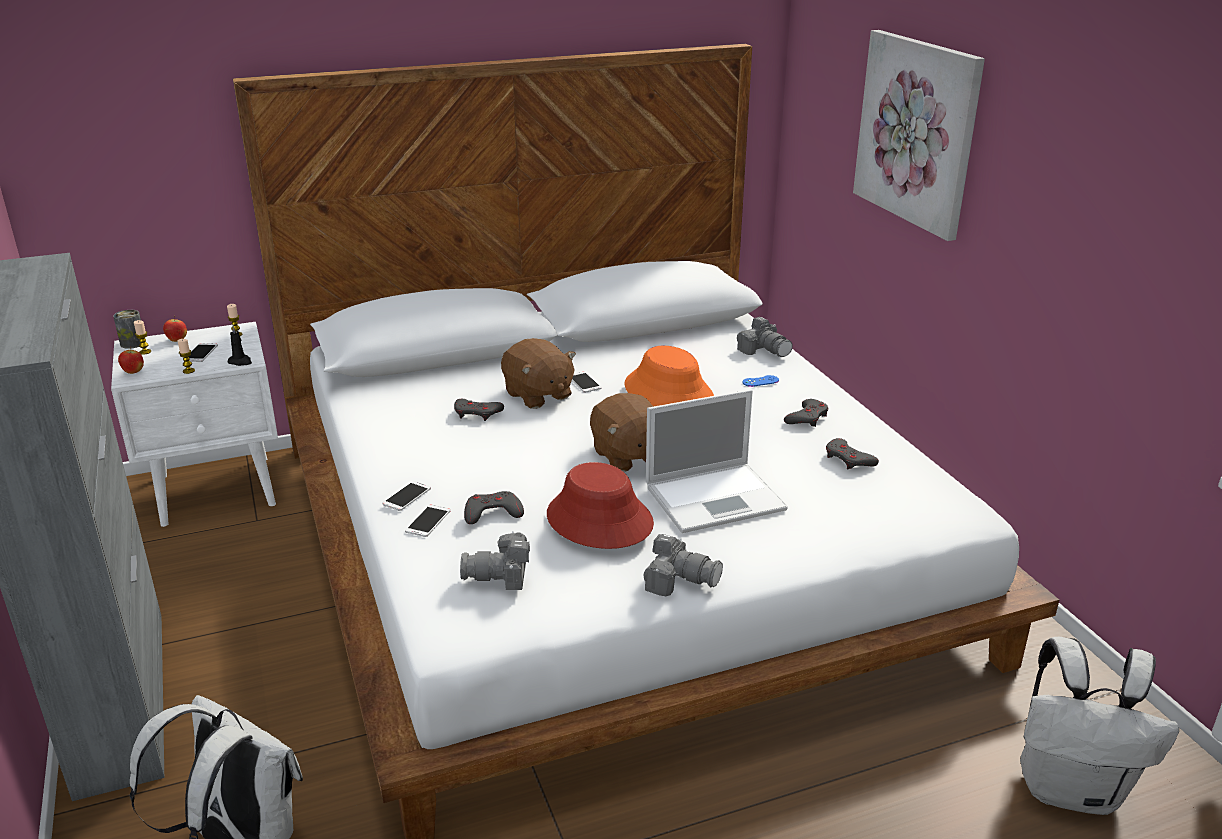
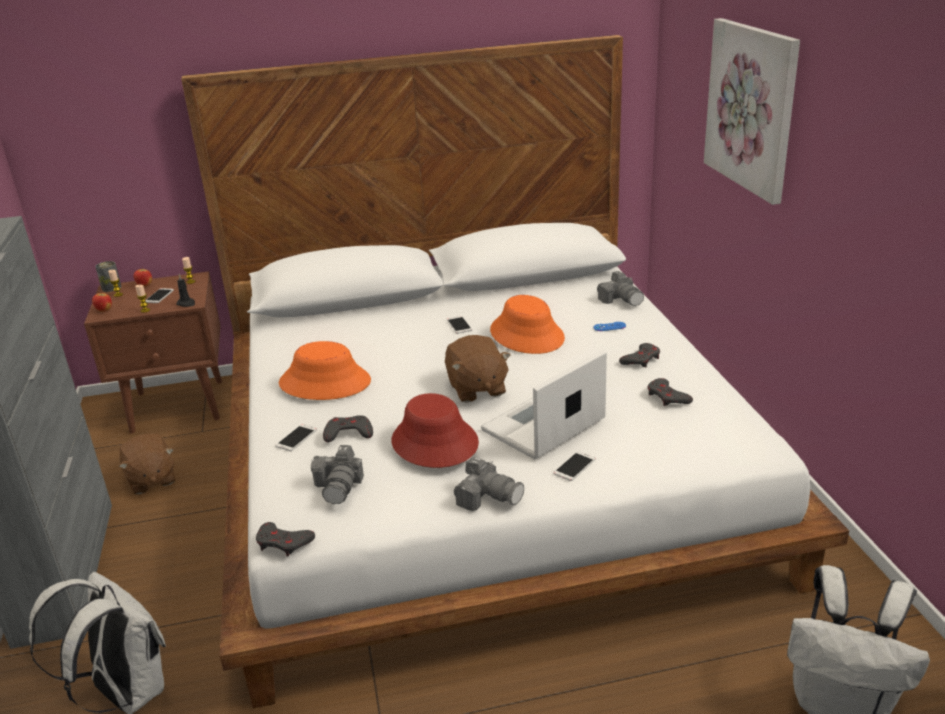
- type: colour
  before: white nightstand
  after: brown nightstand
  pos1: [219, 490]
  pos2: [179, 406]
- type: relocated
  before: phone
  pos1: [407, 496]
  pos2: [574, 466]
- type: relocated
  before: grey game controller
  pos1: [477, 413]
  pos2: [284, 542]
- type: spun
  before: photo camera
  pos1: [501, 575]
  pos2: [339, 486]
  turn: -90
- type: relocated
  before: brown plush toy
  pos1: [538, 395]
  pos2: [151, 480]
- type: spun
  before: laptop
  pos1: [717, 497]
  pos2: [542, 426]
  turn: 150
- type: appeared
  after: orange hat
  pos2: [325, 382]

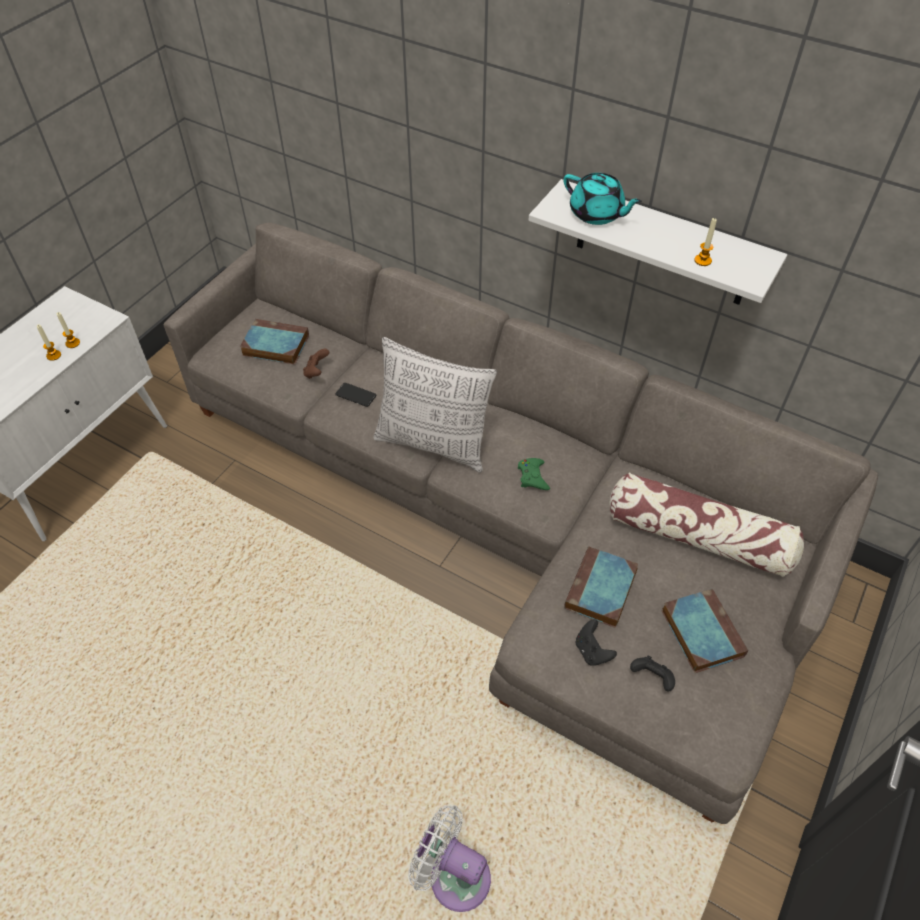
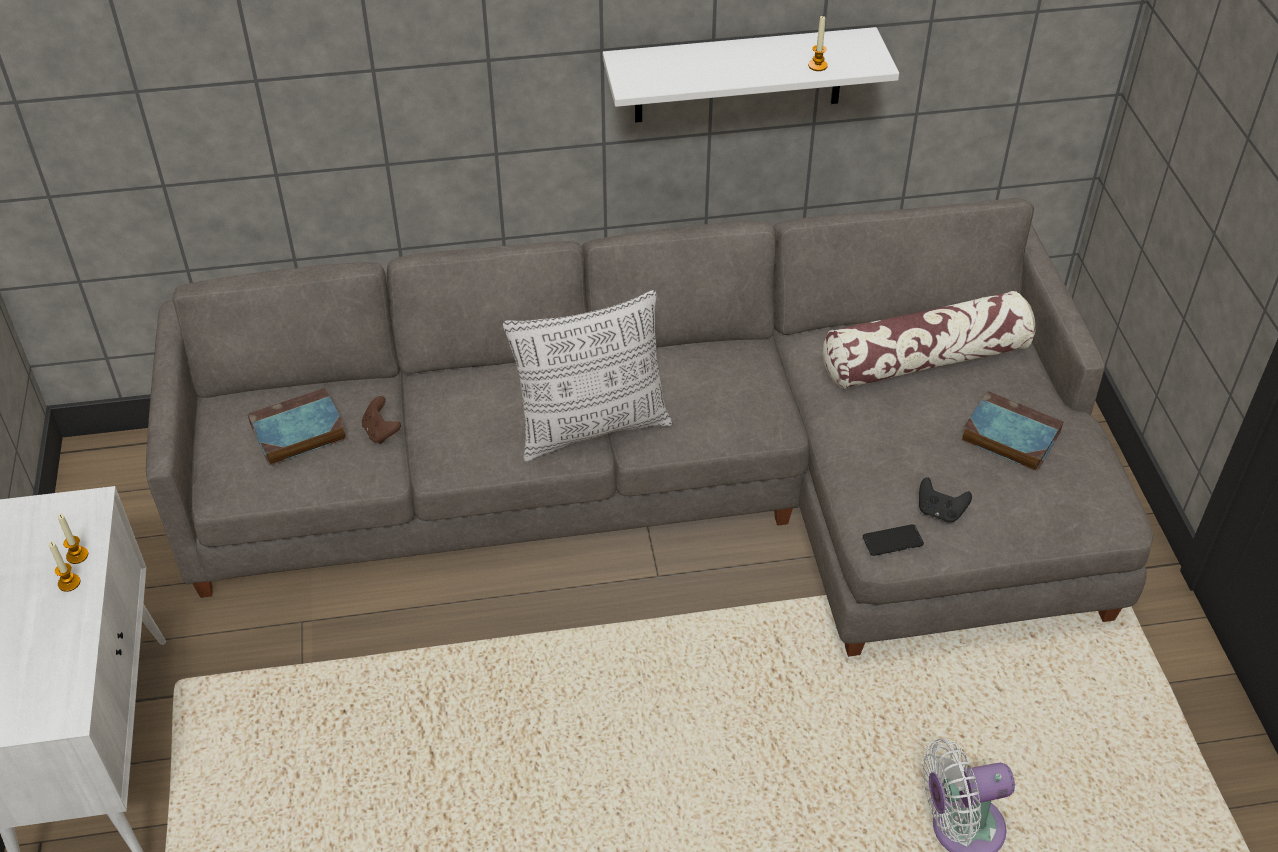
- type: relocated
  before: phone
  pos1: [356, 395]
  pos2: [892, 541]
- type: missing
  before: green game controller
  pos1: [532, 477]
- type: missing
  before: turquoise teapot
  pos1: [597, 214]
- type: missing
  before: book
  pos1: [600, 591]
- type: missing
  before: black game controller
  pos1: [652, 678]

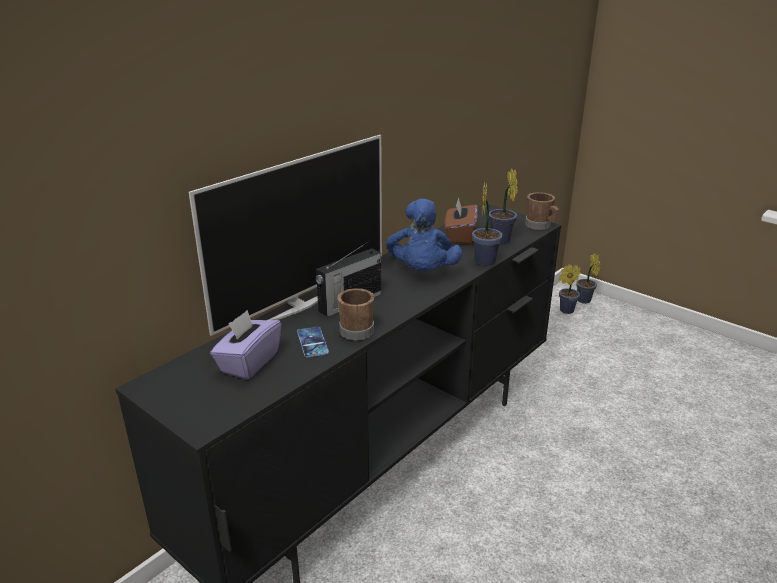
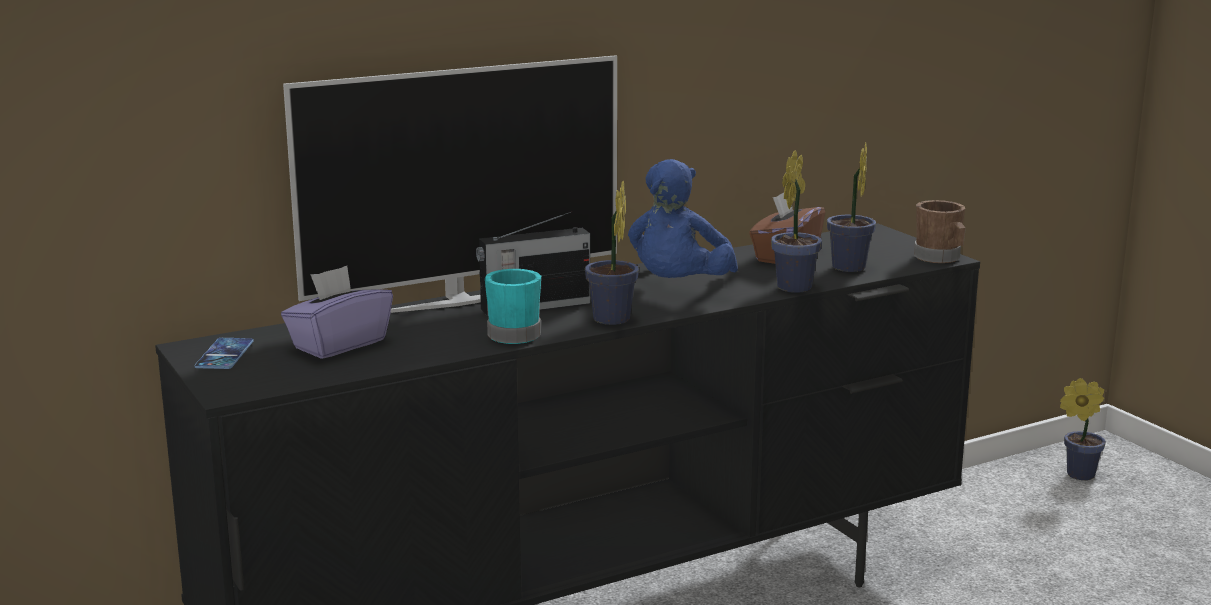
- type: relocated
  before: phone
  pos1: [312, 342]
  pos2: [224, 354]
- type: colour
  before: brown mug
  after: turquoise mug
  pos1: [354, 329]
  pos2: [513, 333]
- type: relocated
  before: potted plant
  pos1: [584, 301]
  pos2: [611, 321]

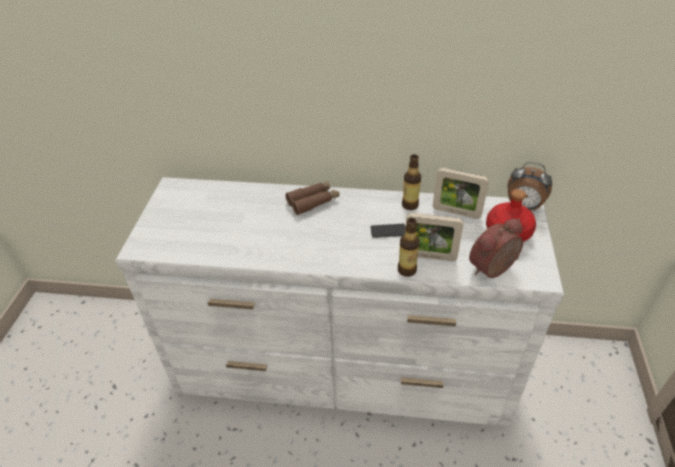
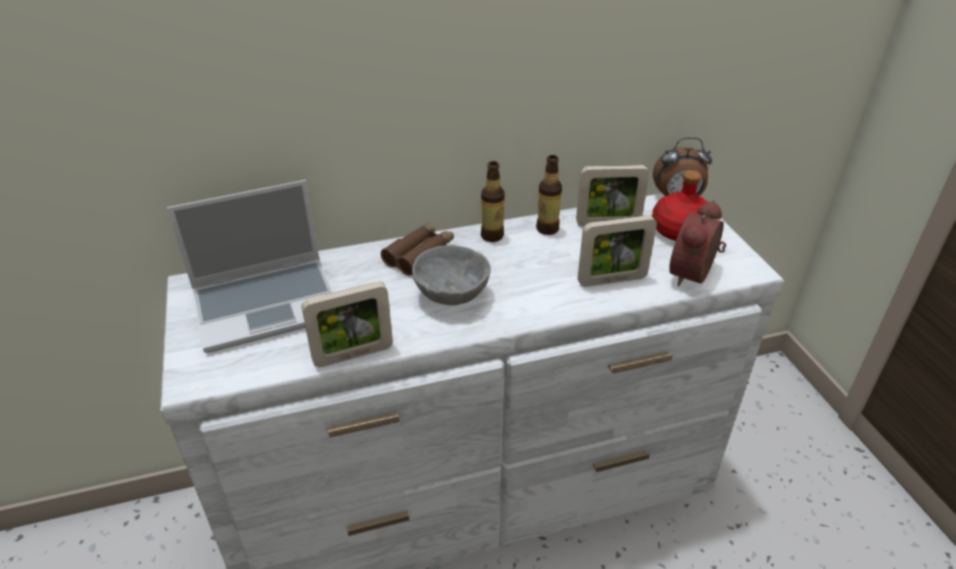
- type: missing
  before: phone
  pos1: [388, 231]
- type: relocated
  before: bottle
  pos1: [407, 270]
  pos2: [492, 236]
- type: appeared
  after: laptop
  pos2: [268, 304]
- type: appeared
  after: picture frame
  pos2: [353, 355]
- type: appeared
  after: grey bowl
  pos2: [453, 295]

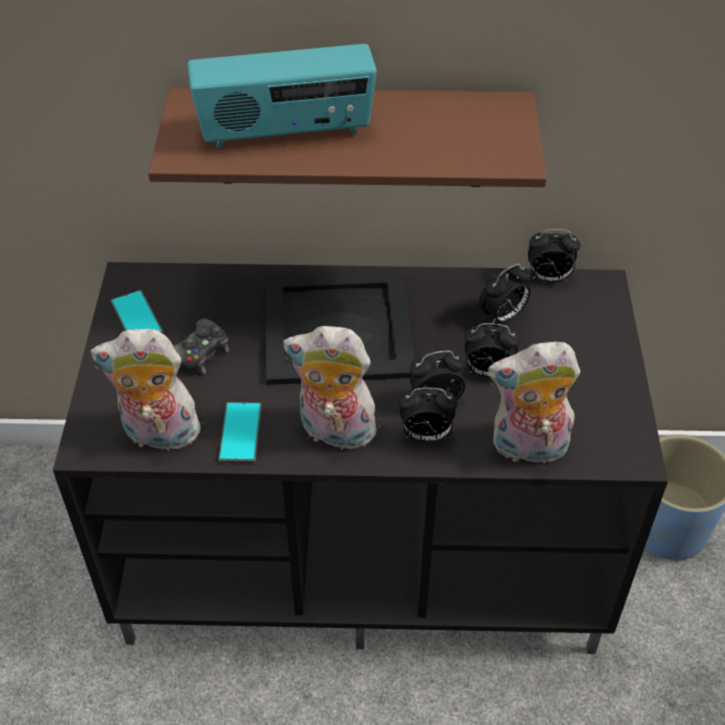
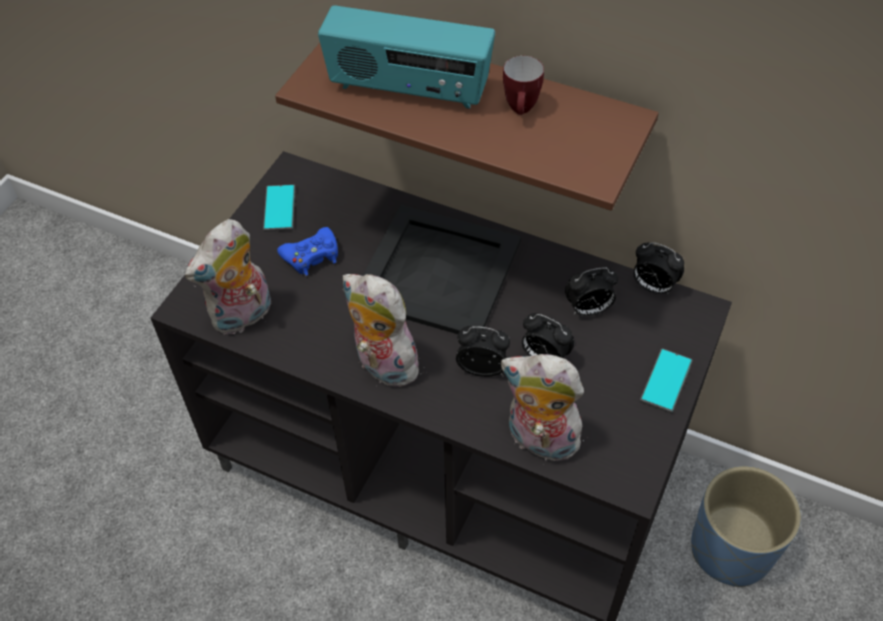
- type: spun
  before: plush toy
  pos1: [158, 435]
  pos2: [242, 317]
  turn: -75
- type: colour
  before: black game controller
  after: blue game controller
  pos1: [199, 353]
  pos2: [312, 256]
- type: relocated
  before: phone
  pos1: [240, 433]
  pos2: [666, 381]
- type: missing
  before: alarm clock
  pos1: [425, 436]
- type: appeared
  after: mug
  pos2: [521, 111]

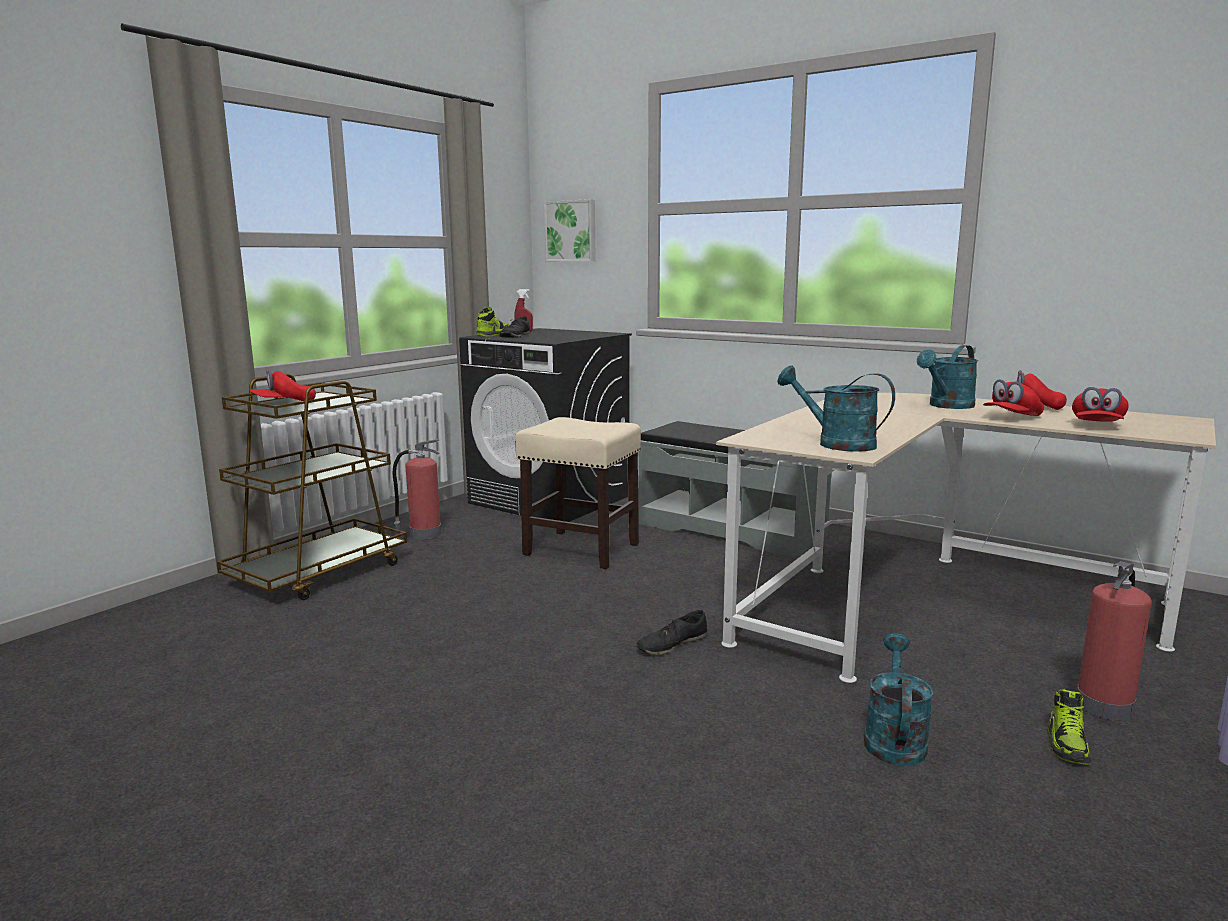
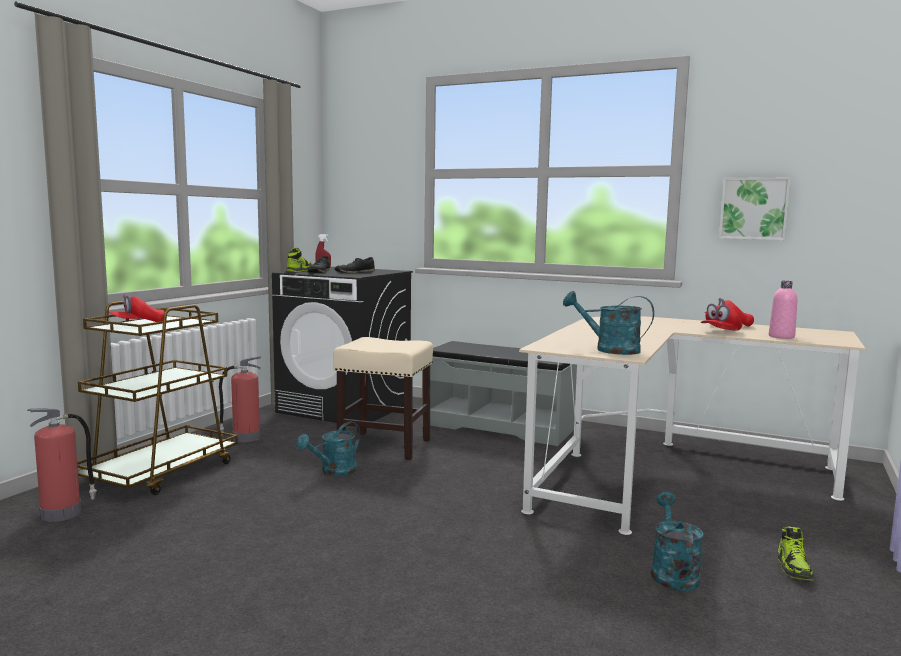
- type: relocated
  before: picture
  pos1: [571, 231]
  pos2: [754, 208]
- type: relocated
  before: black shoe
  pos1: [671, 644]
  pos2: [354, 272]
- type: relocated
  before: turquoise watering can
  pos1: [947, 406]
  pos2: [334, 472]
- type: exchanged
  before: red cap
  after: pink bottle
  pos1: [1097, 426]
  pos2: [781, 336]
- type: relocated
  before: fire extinguisher
  pos1: [1105, 705]
  pos2: [63, 513]

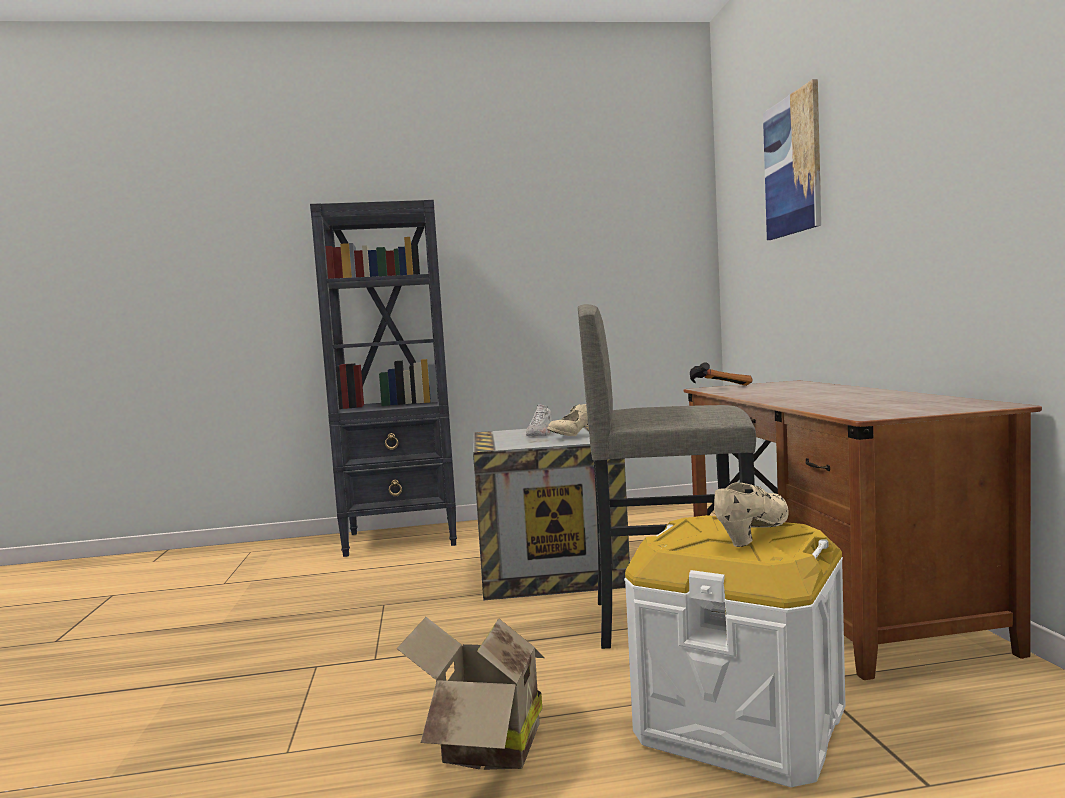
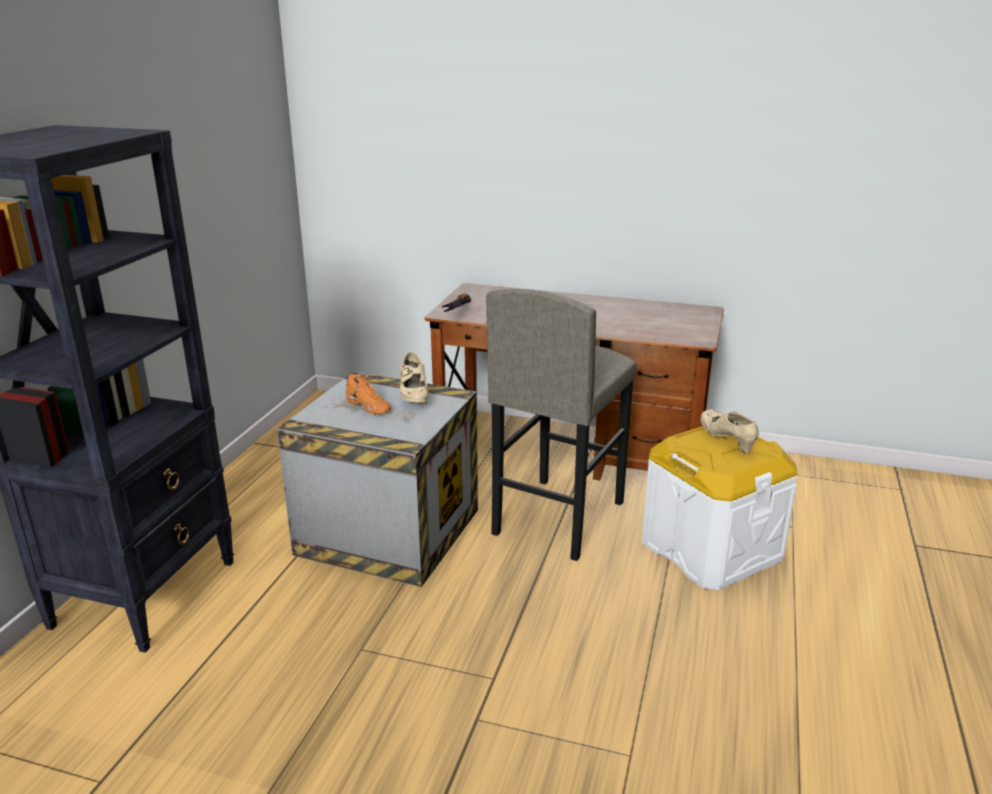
- type: missing
  before: cardboard box
  pos1: [483, 747]
- type: colour
  before: white shoe
  after: orange shoe
  pos1: [541, 434]
  pos2: [369, 406]
- type: missing
  before: picture
  pos1: [793, 165]

